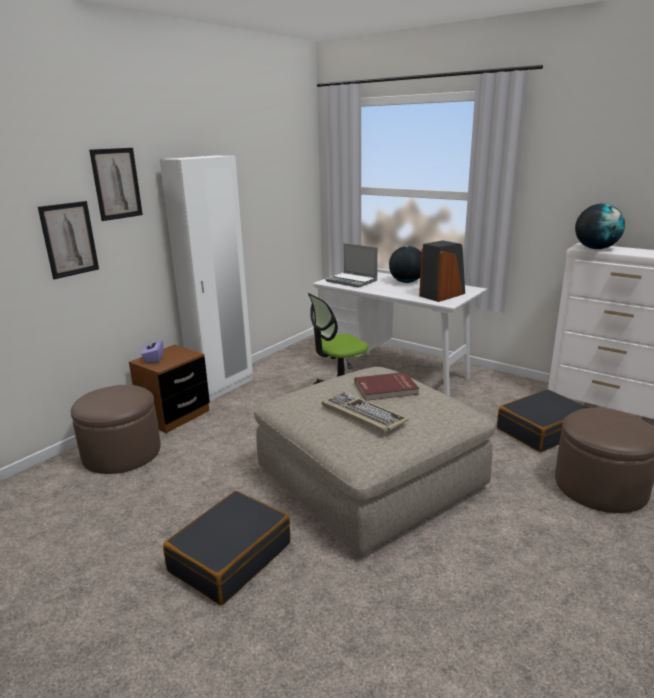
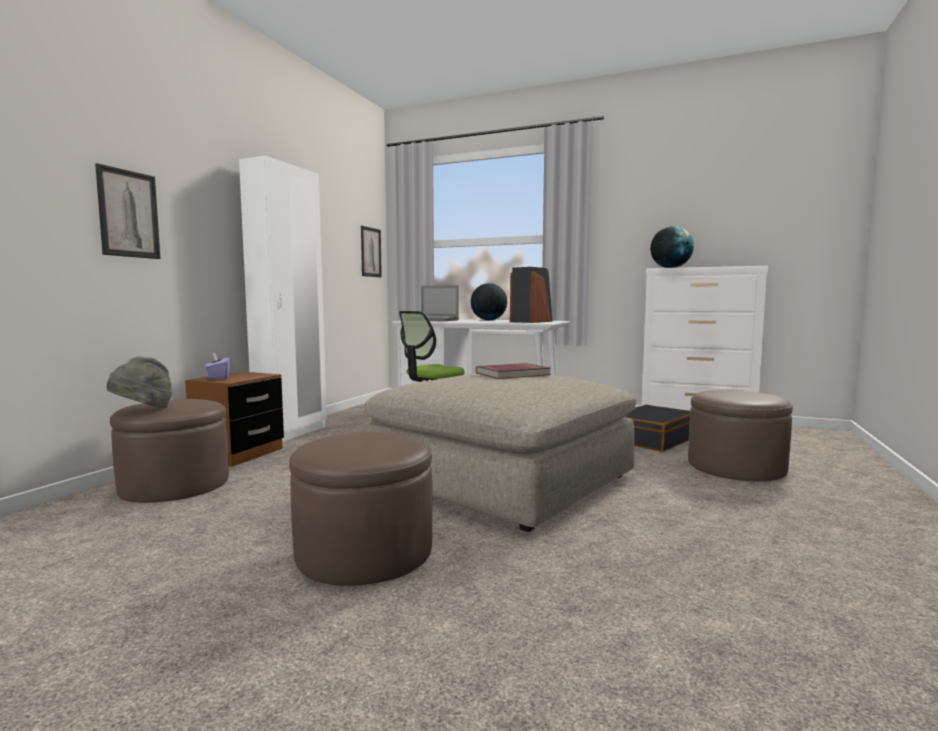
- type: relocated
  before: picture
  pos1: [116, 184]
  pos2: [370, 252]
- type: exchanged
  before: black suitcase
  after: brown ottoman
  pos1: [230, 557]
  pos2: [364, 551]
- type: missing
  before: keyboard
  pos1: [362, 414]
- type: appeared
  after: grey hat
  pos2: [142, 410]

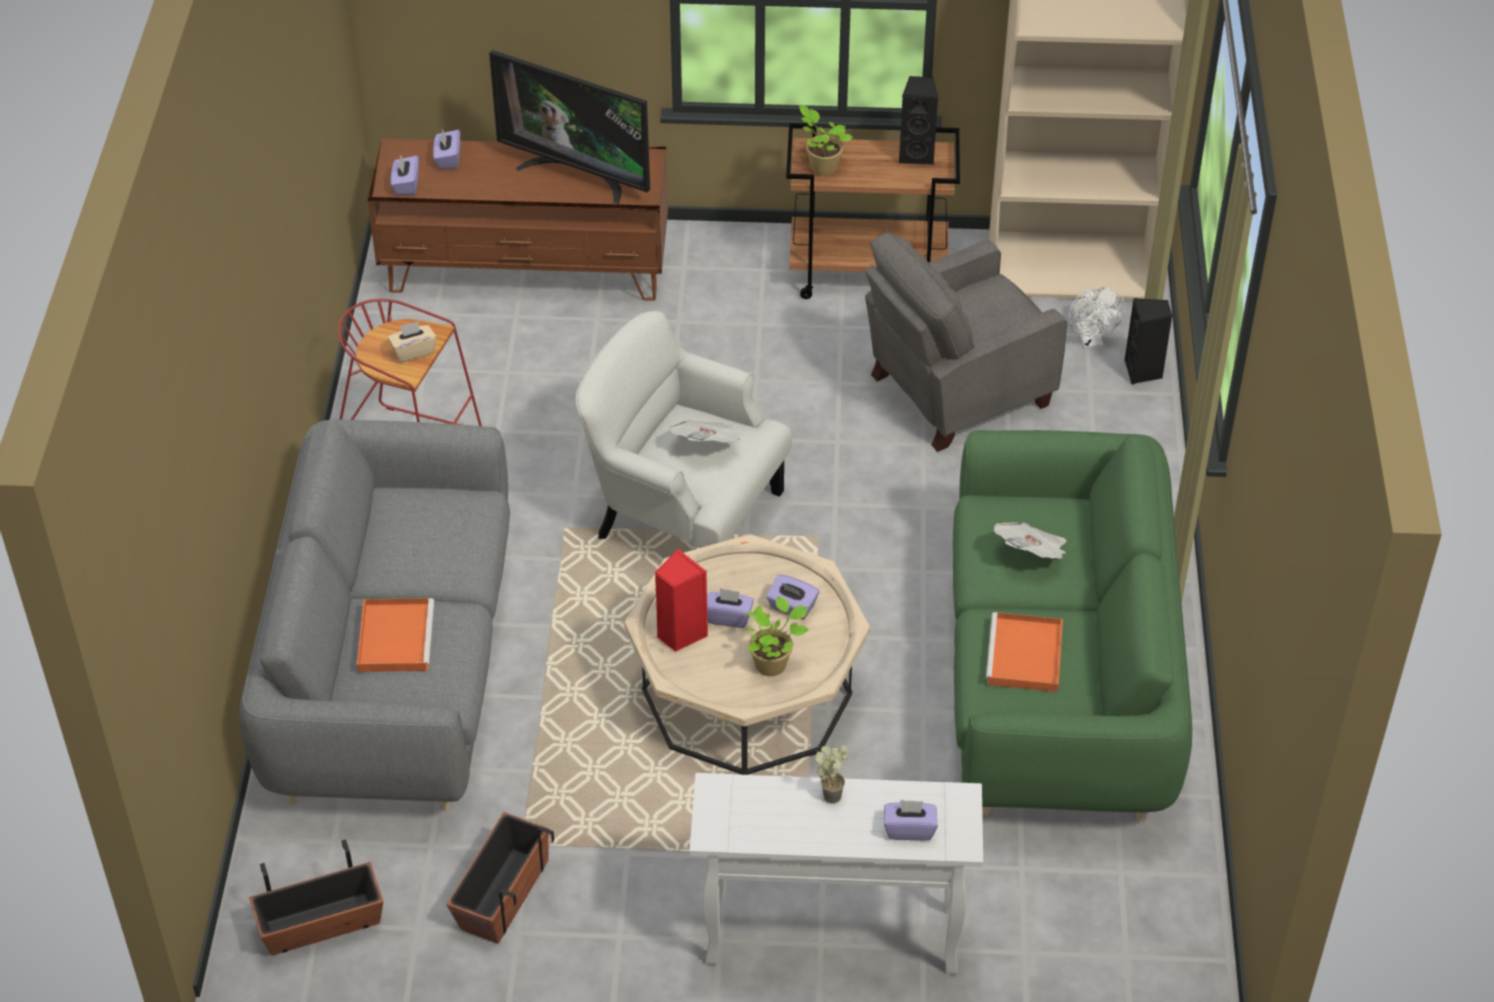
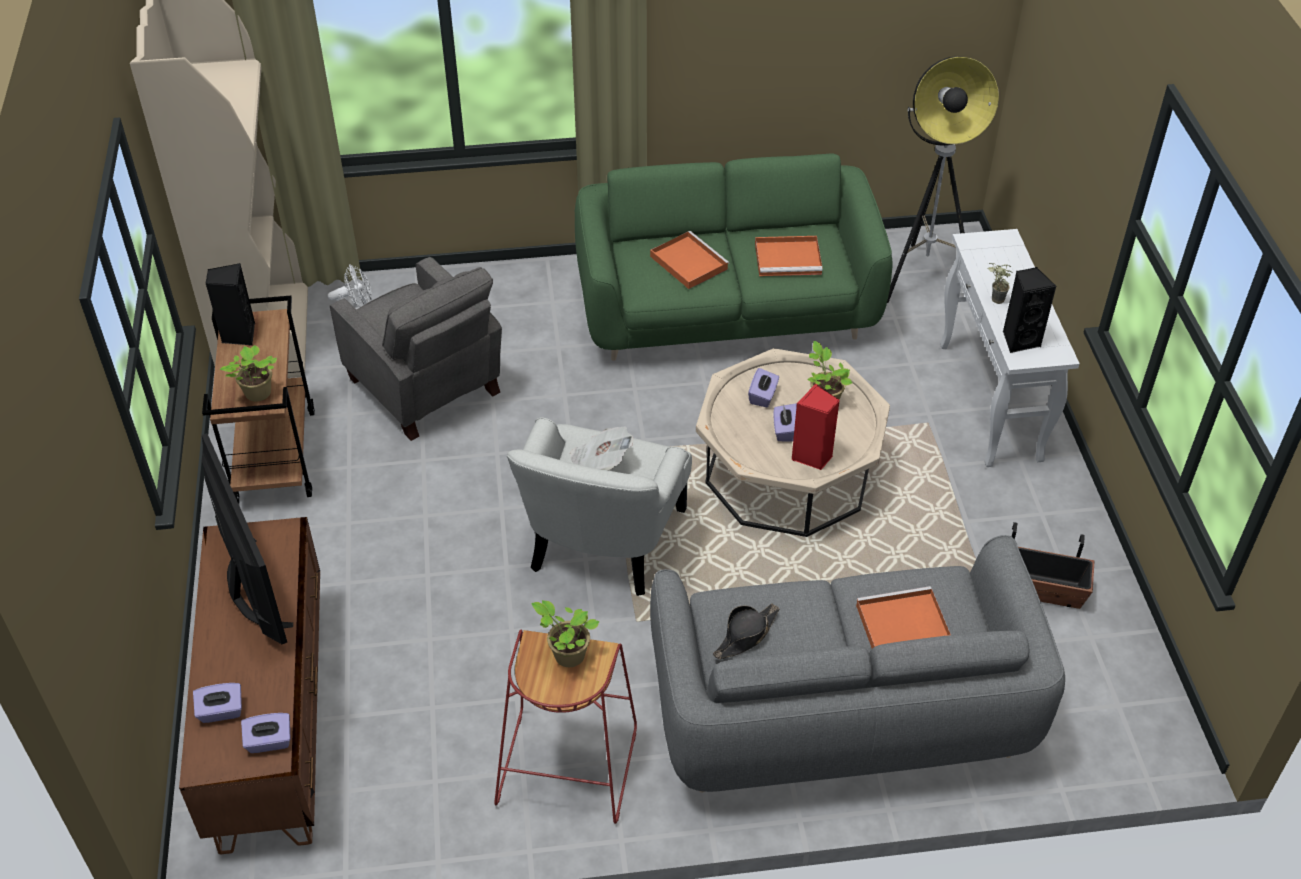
- type: missing
  before: planter
  pos1: [321, 925]
- type: exchanged
  before: beige tissue box
  after: potted plant
  pos1: [413, 351]
  pos2: [567, 655]
- type: spun
  before: television
  pos1: [577, 174]
  pos2: [250, 590]
  turn: -45
- type: missing
  before: purple tissue box
  pos1: [909, 829]
- type: exchanged
  before: newspaper
  after: orange tray
  pos1: [1032, 553]
  pos2: [687, 262]
- type: relocated
  before: black speaker
  pos1: [1143, 372]
  pos2: [1019, 340]
- type: appeared
  after: black hat
  pos2: [746, 635]
- type: appeared
  after: floor lamp
  pos2: [923, 279]

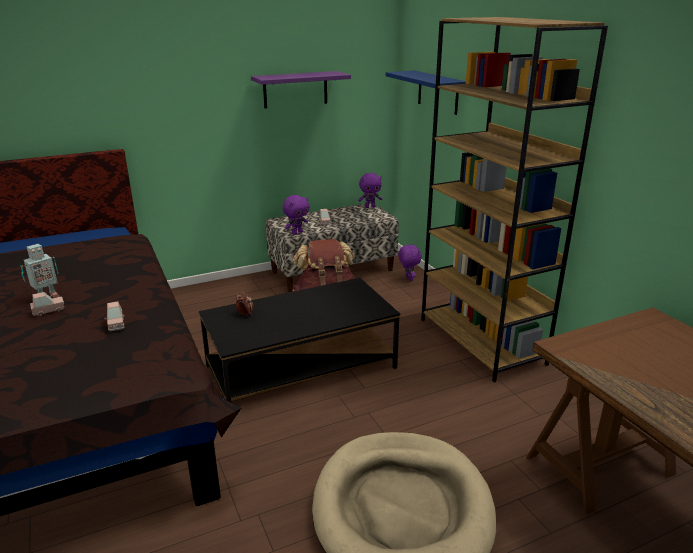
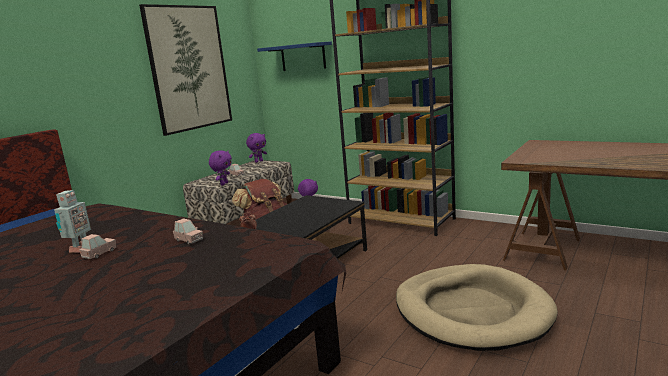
- type: exchanged
  before: purple shelf
  after: picture
  pos1: [295, 89]
  pos2: [189, 68]

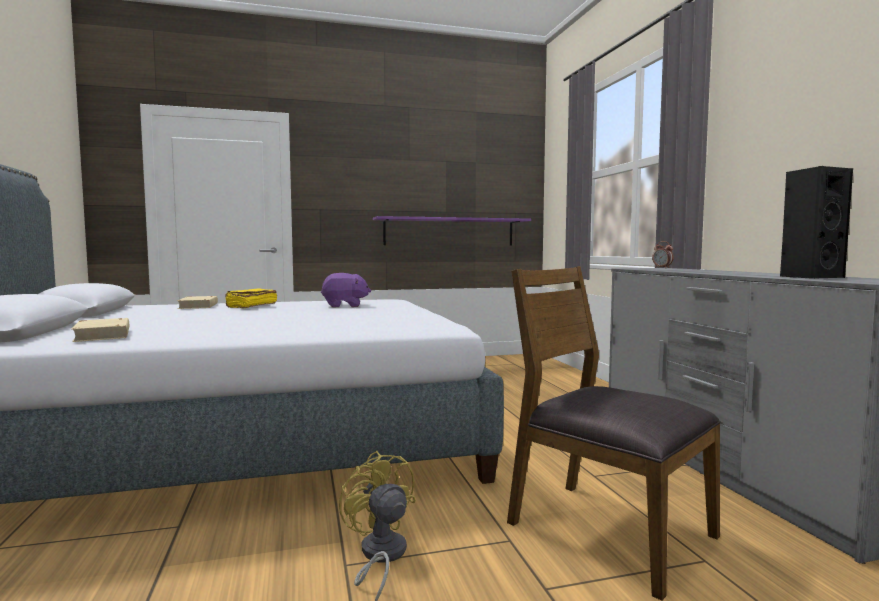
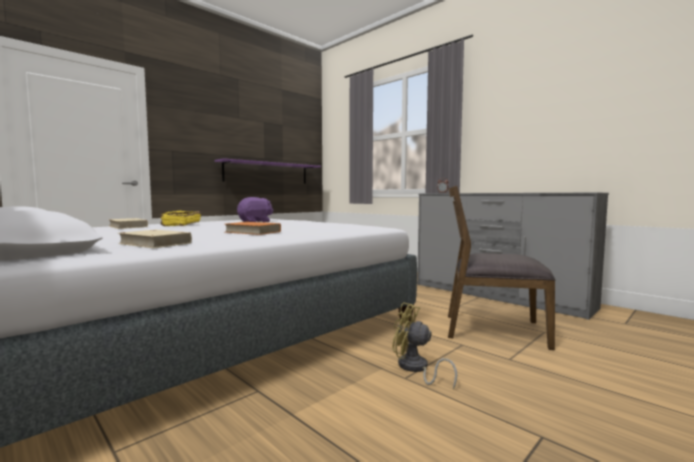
- type: missing
  before: black speaker
  pos1: [810, 277]
- type: appeared
  after: orange book
  pos2: [252, 232]

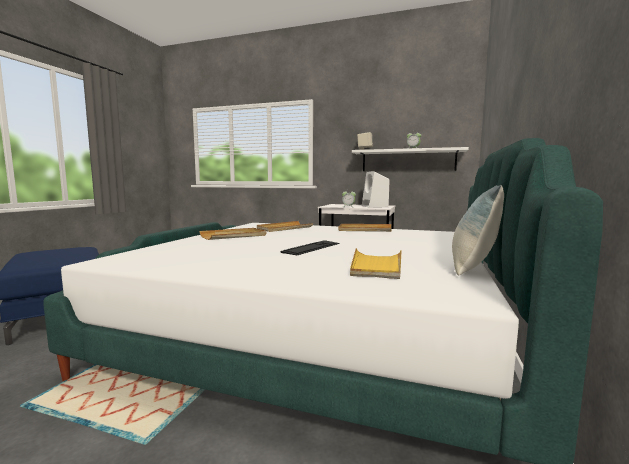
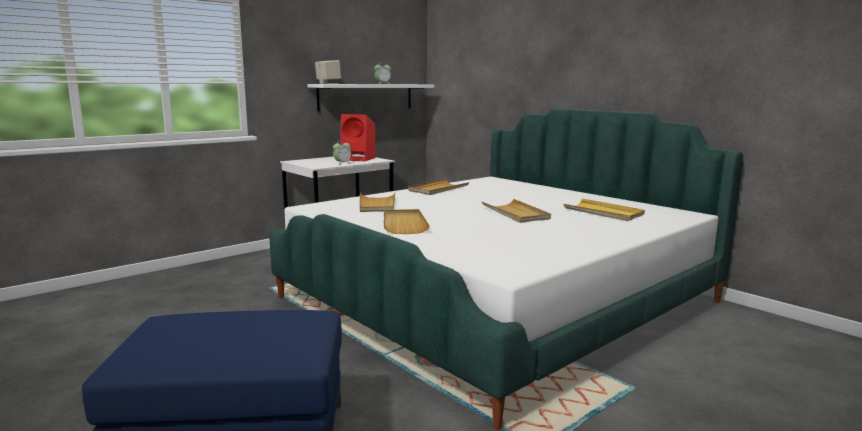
- type: exchanged
  before: keyboard
  after: beige tray
  pos1: [312, 247]
  pos2: [515, 213]
- type: colour
  before: white speaker
  after: red speaker
  pos1: [375, 206]
  pos2: [359, 159]
- type: missing
  before: pillow
  pos1: [473, 268]

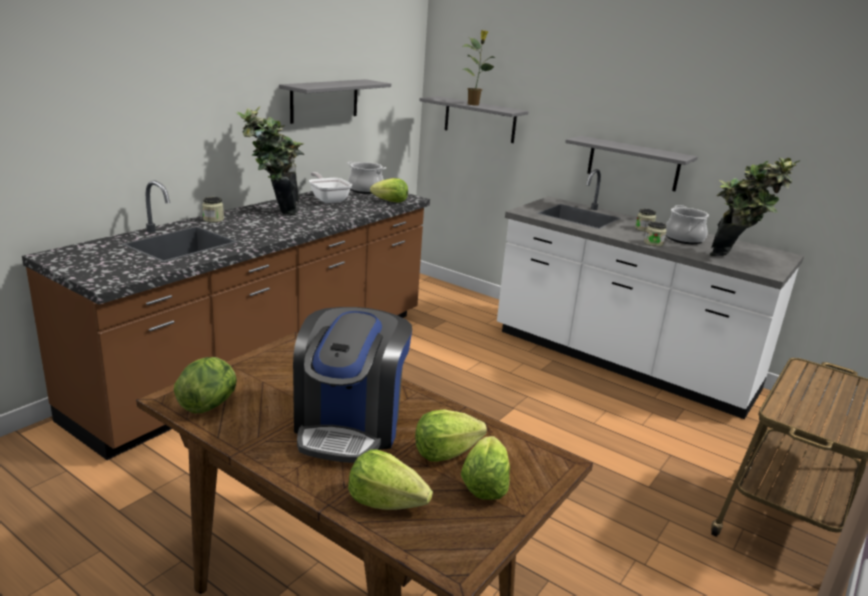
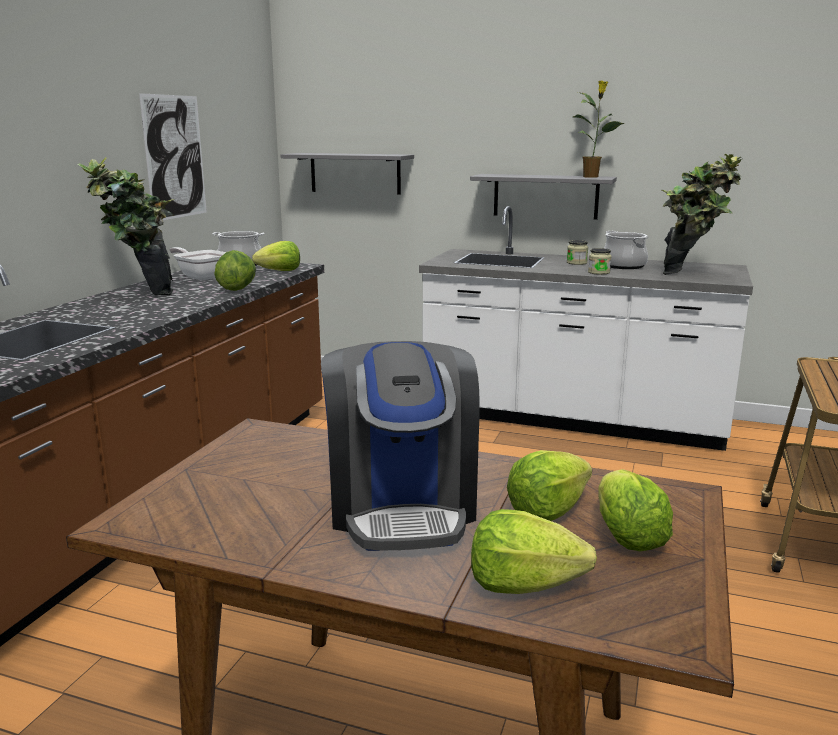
- type: relocated
  before: lettuce
  pos1: [209, 404]
  pos2: [237, 289]
- type: missing
  before: jar
  pos1: [213, 219]
- type: exchanged
  before: grey shelf
  after: picture
  pos1: [324, 100]
  pos2: [175, 157]
- type: relocated
  before: potted plant
  pos1: [474, 104]
  pos2: [591, 177]

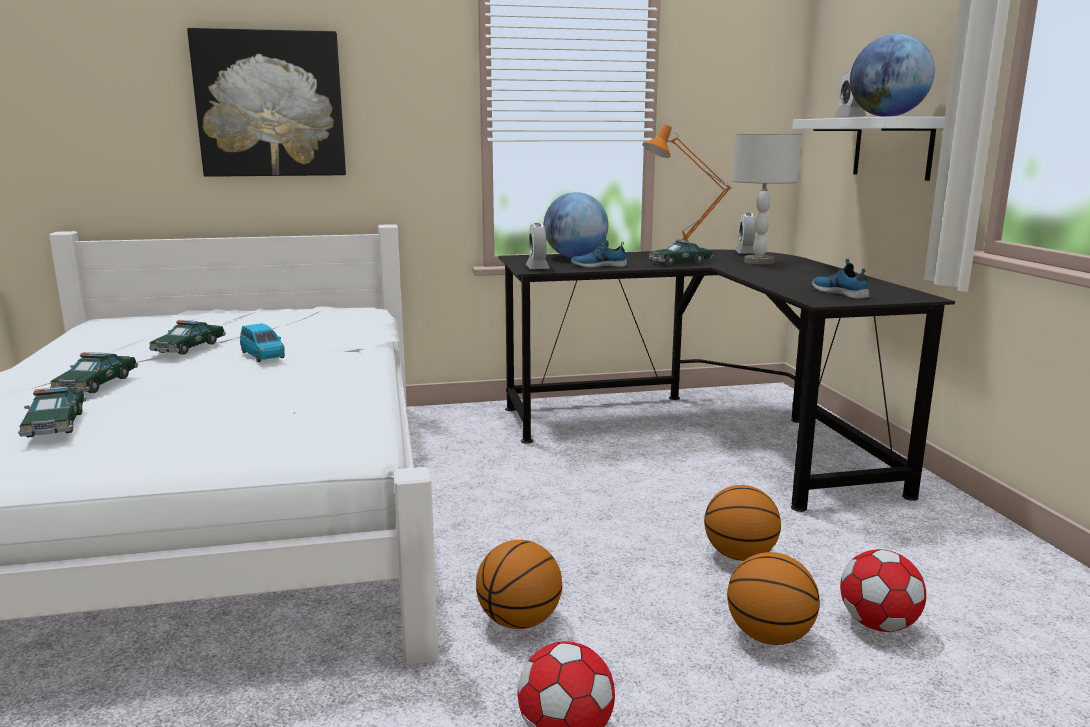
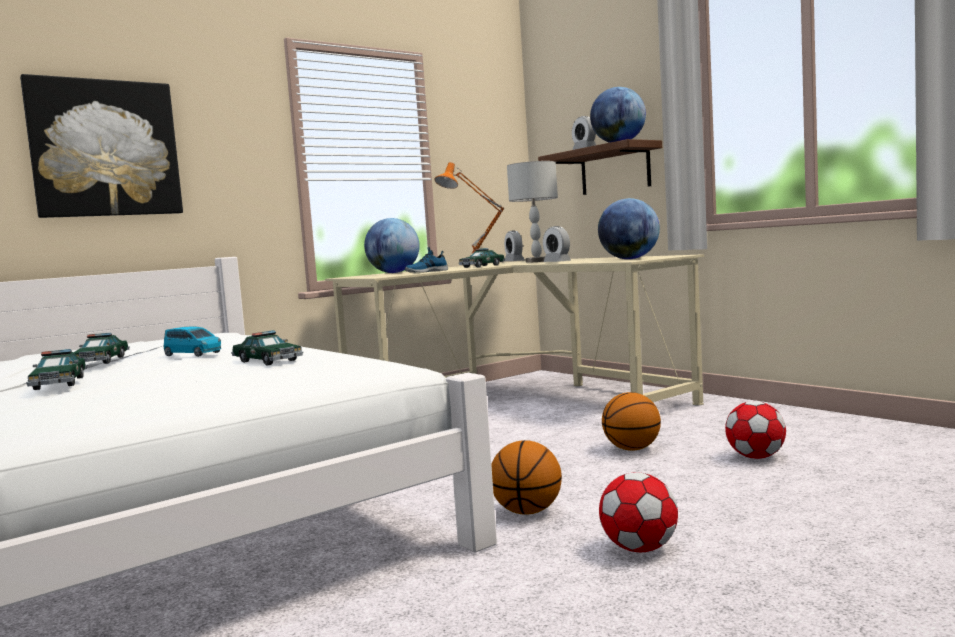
- type: relocated
  before: toy car
  pos1: [56, 424]
  pos2: [267, 361]
- type: colour
  before: black desk
  after: beige desk
  pos1: [701, 432]
  pos2: [520, 401]
- type: relocated
  before: alarm clock
  pos1: [537, 268]
  pos2: [557, 262]
- type: missing
  before: basketball
  pos1: [769, 636]
- type: colour
  before: white shelf
  after: brown shelf
  pos1: [892, 148]
  pos2: [615, 170]
- type: exchanged
  before: shoe
  after: globe
  pos1: [840, 292]
  pos2: [629, 259]

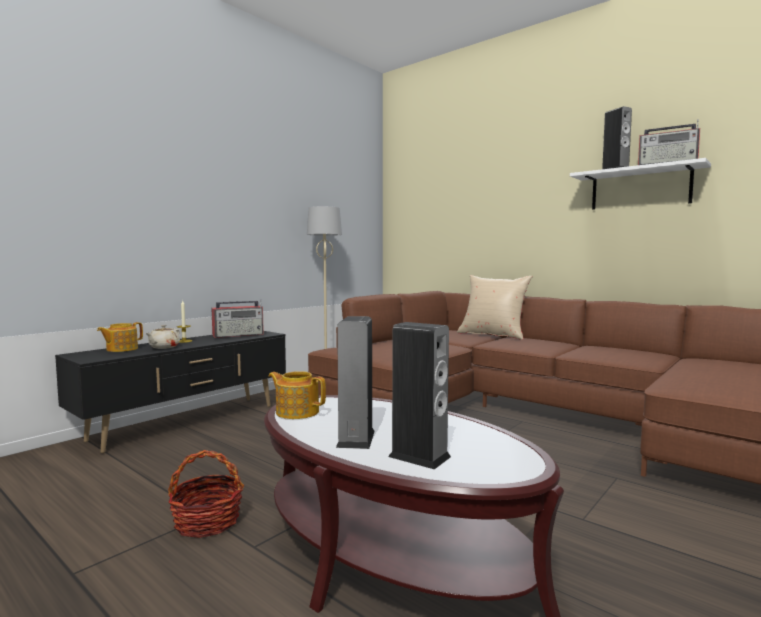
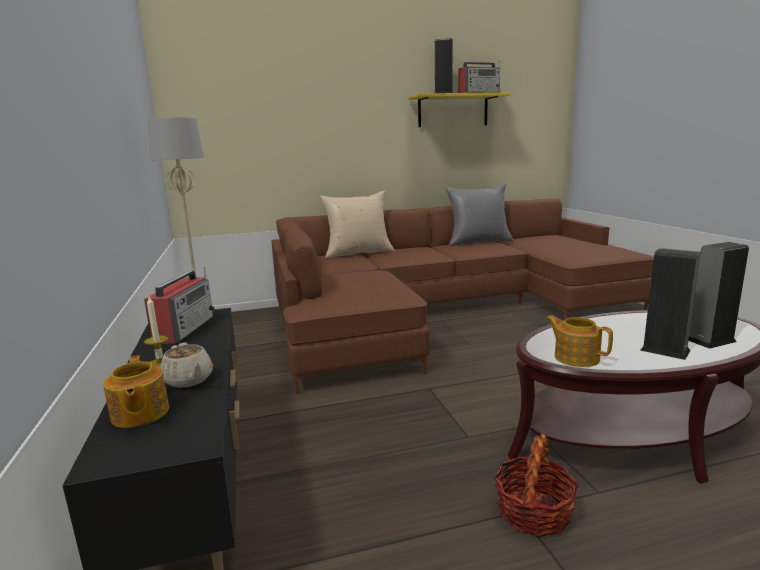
- type: spun
  before: teapot
  pos1: [297, 412]
  pos2: [576, 357]
  turn: 75
- type: colour
  before: white shelf
  after: yellow shelf
  pos1: [640, 188]
  pos2: [453, 111]
- type: appeared
  after: grey pillow
  pos2: [478, 242]

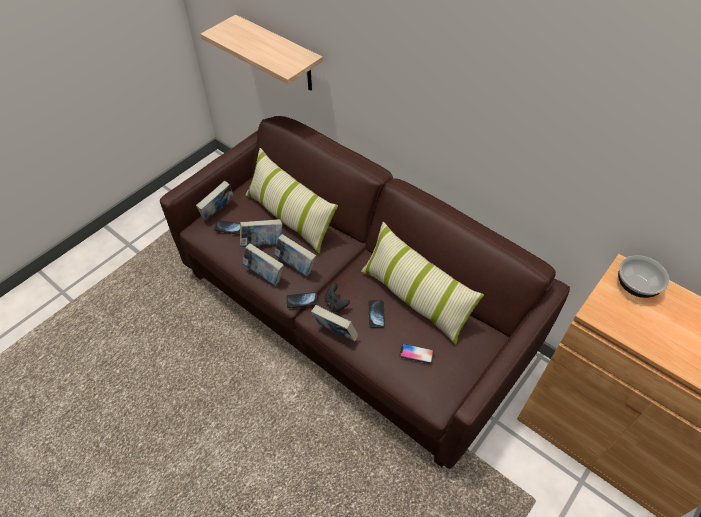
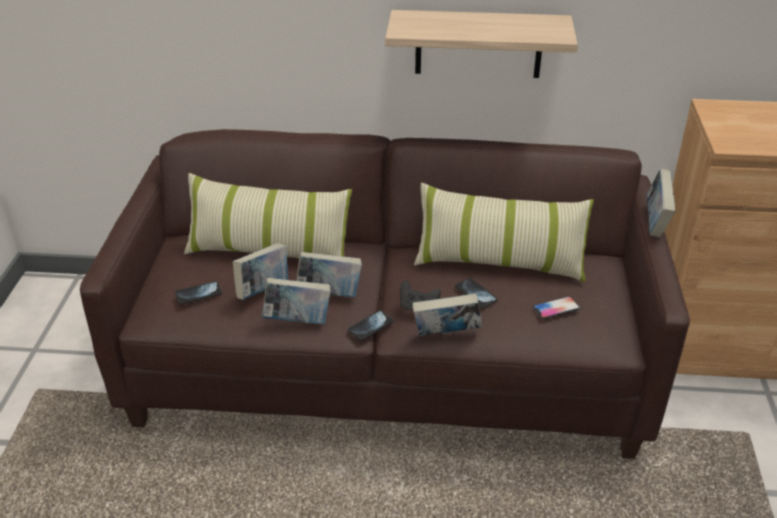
- type: relocated
  before: book
  pos1: [218, 211]
  pos2: [655, 223]
- type: relocated
  before: shelf
  pos1: [279, 54]
  pos2: [478, 44]
- type: missing
  before: bowl
  pos1: [636, 286]

